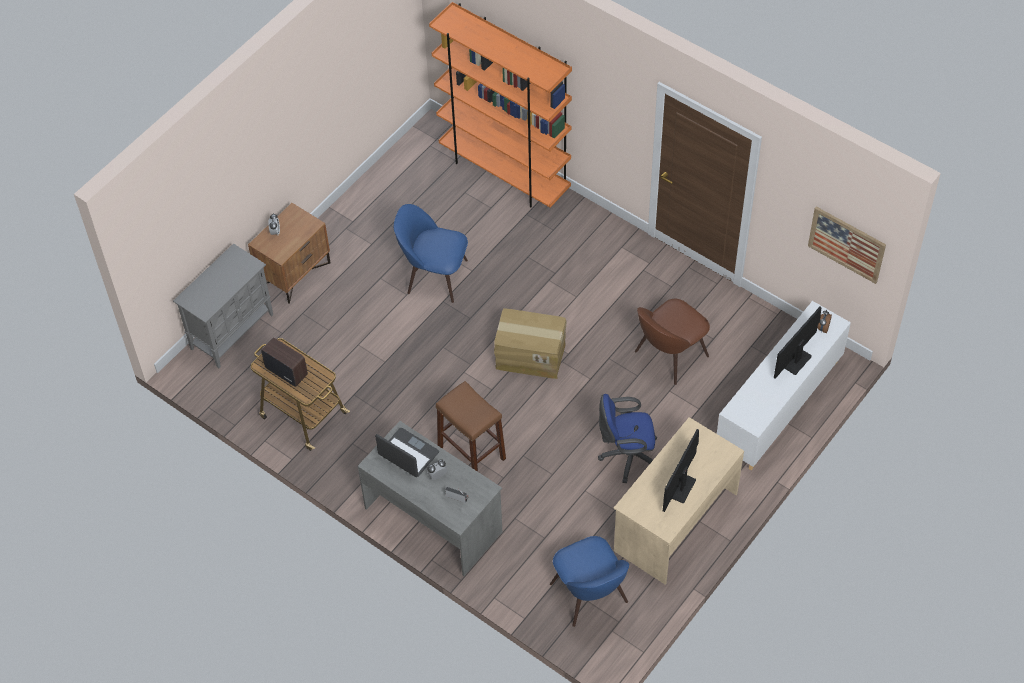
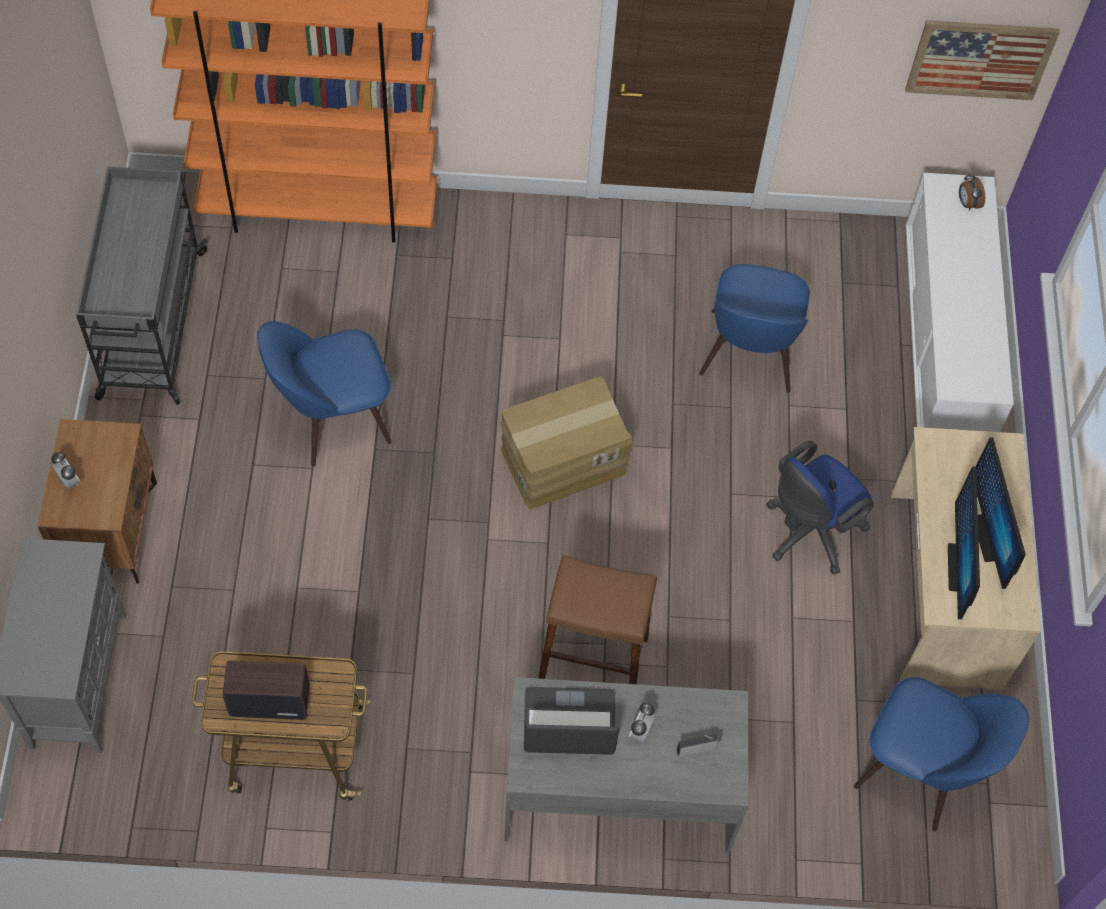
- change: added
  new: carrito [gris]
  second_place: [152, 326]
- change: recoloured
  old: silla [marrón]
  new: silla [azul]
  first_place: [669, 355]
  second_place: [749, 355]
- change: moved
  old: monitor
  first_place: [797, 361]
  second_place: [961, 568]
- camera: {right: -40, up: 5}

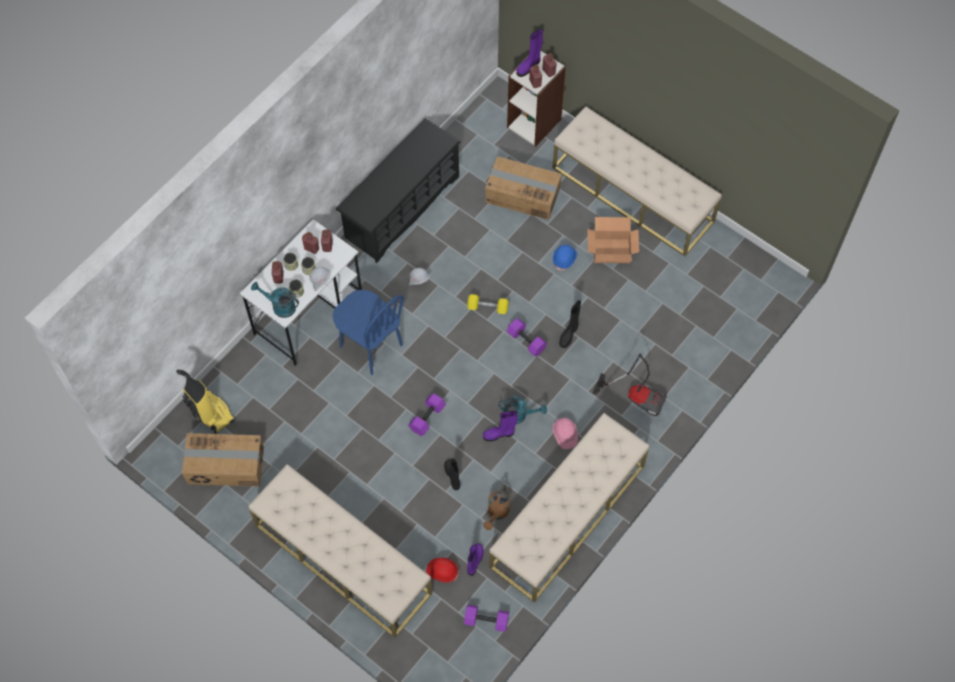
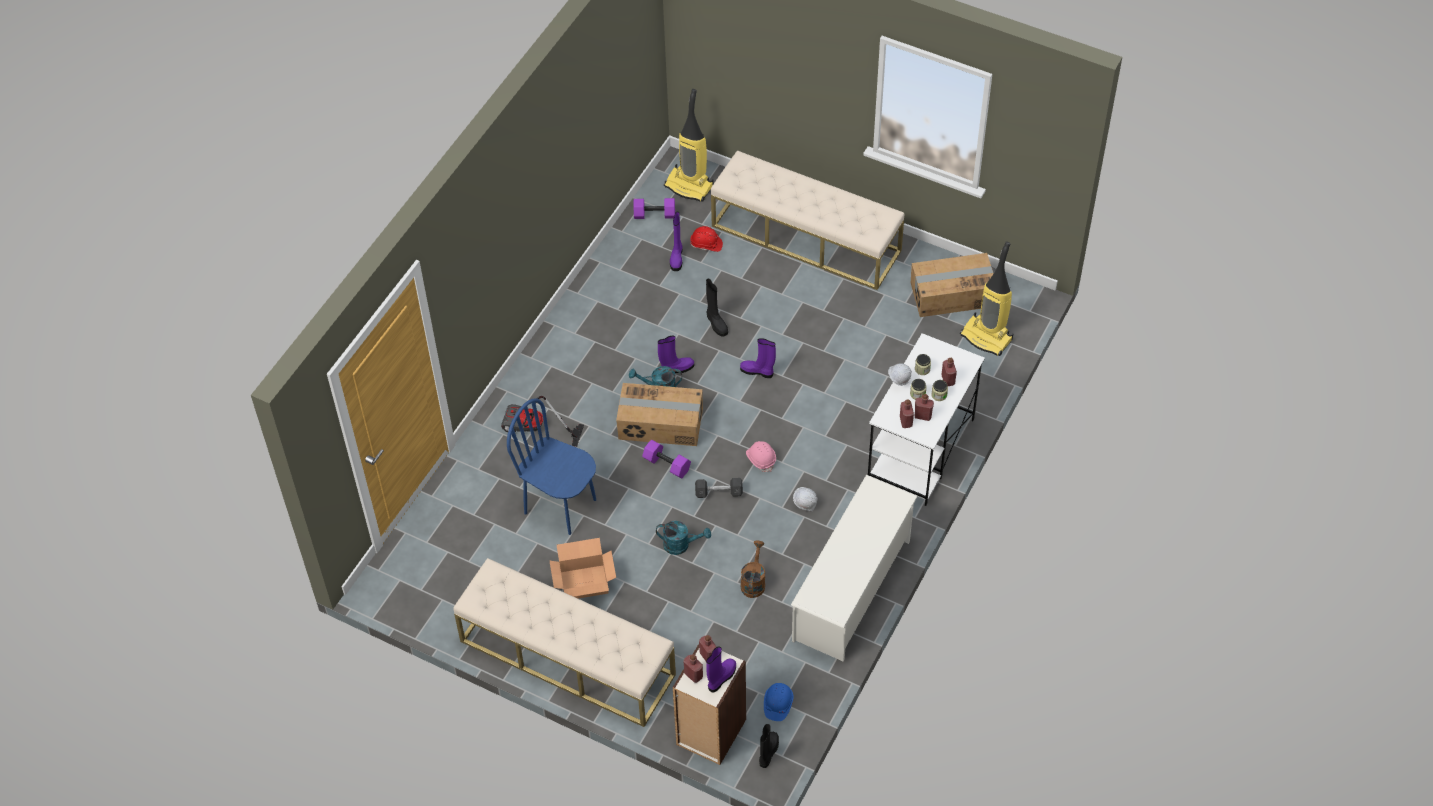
- change: moved
  old: silla [azul]
  first_place: [370, 346]
  second_place: [560, 506]
- change: moved
  old: caja de cartón
  first_place: [522, 194]
  second_place: [660, 424]
- change: moved
  old: regadera [turquesa]
  first_place: [279, 306]
  second_place: [681, 545]
- change: added
  new: aspiradora
  second_place: [690, 186]
- change: recoloured
  old: mancuerna [amarillo]
  new: mancuerna [gris]
  first_place: [487, 307]
  second_place: [719, 492]
- change: replaced
  old: mancuerna [morado]
  new: bota [morado]
  first_place: [427, 417]
  second_place: [758, 371]
- change: moved
  old: regadera [marrón]
  first_place: [497, 513]
  second_place: [753, 582]
- change: moved
  old: casco [rosa]
  first_place: [564, 435]
  second_place: [761, 459]
- change: moved
  old: bota [negro]
  first_place: [569, 334]
  second_place: [768, 752]
- change: moved
  old: casco [azul]
  first_place: [564, 259]
  second_place: [777, 704]
- change: recoloured
  old: zapatero [negro]
  new: zapatero [blanco]
  first_place: [401, 207]
  second_place: [852, 590]
- change: removed
  old: banco [beis]
  first_place: [567, 516]
- camera: {right: 170, up: -10}

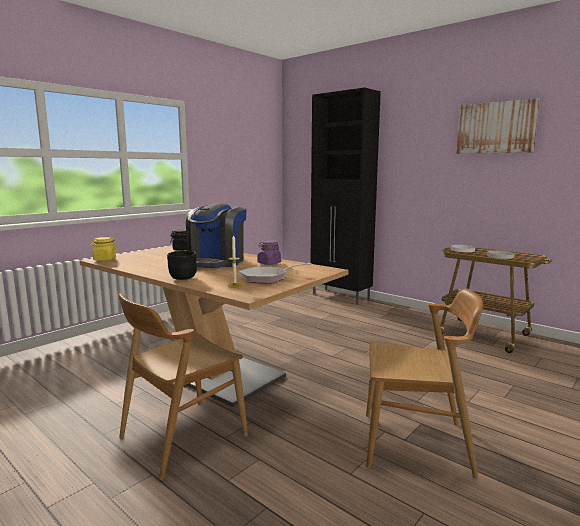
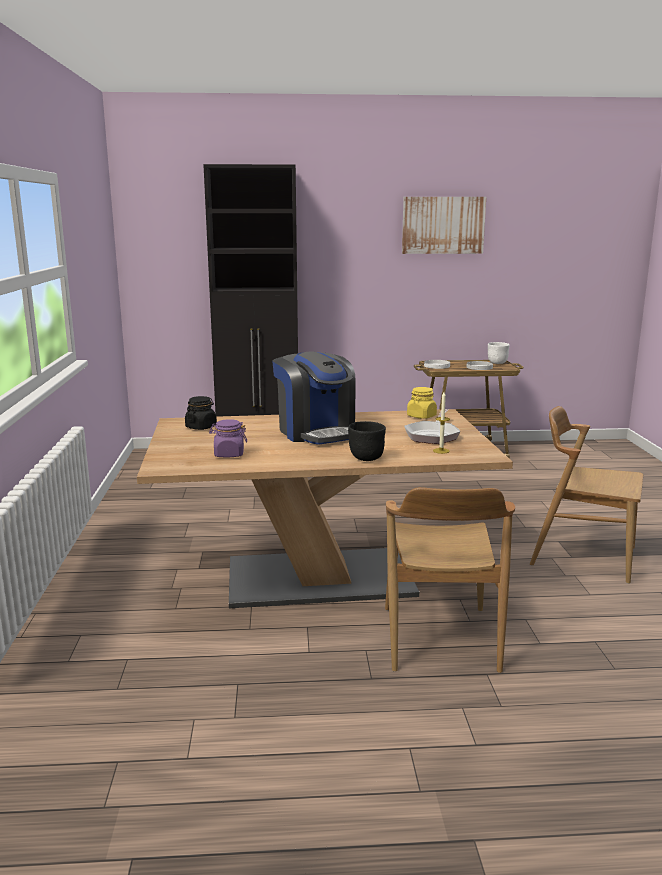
- change: moved
  old: tarro [morado]
  first_place: [269, 263]
  second_place: [229, 454]
- change: moved
  old: tarro [amarillo]
  first_place: [104, 259]
  second_place: [421, 416]
- change: added
  new: cuenco [blanco]
  second_place: [496, 363]
- change: turned
  old: silla [marrón]
  first_place: [416, 444]
  second_place: [582, 556]
  degrees: -120
- camera: {right: -45, up: 5}

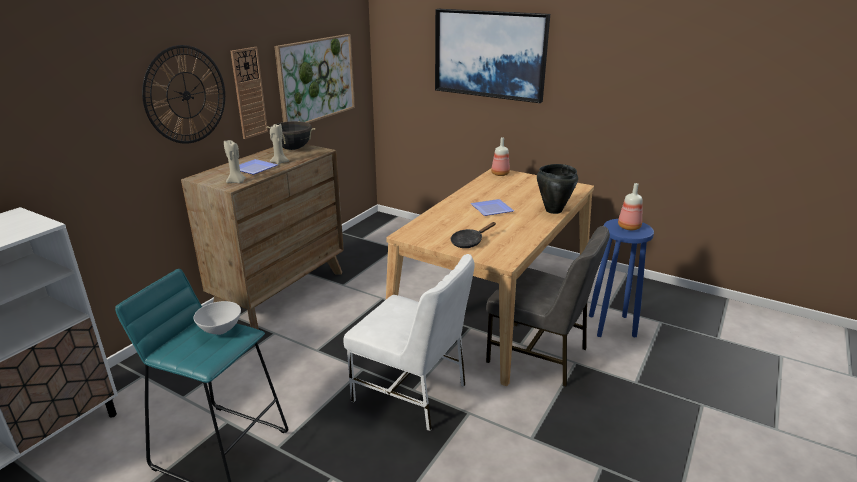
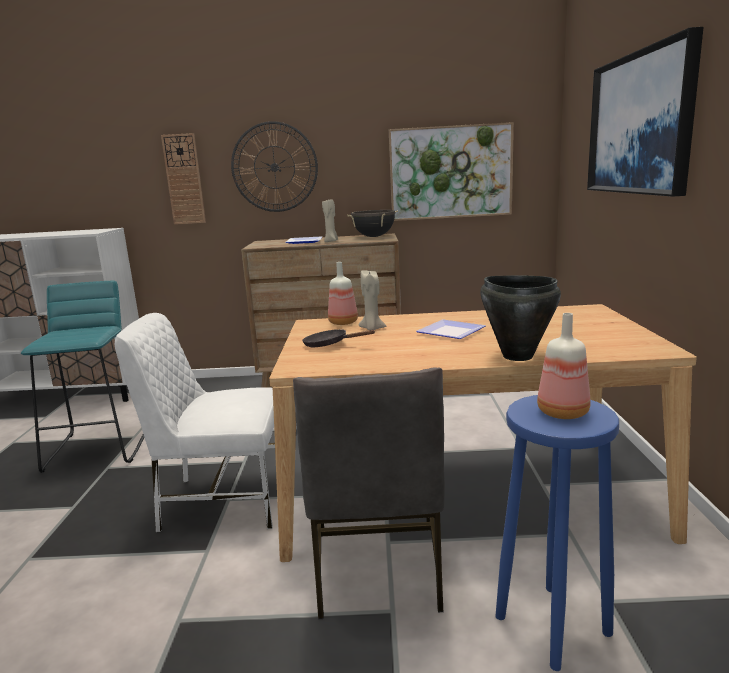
- change: turned
  old: silla [blanco]
  first_place: [411, 392]
  second_place: [222, 500]
  degrees: 90
- change: moved
  old: reloj de pared
  first_place: [249, 93]
  second_place: [184, 179]
- change: moved
  old: botella
  first_place: [499, 174]
  second_place: [343, 322]
- change: moved
  old: vela [beis]
  first_place: [237, 182]
  second_place: [372, 329]
- change: removed
  old: cuenco [blanco]
  first_place: [220, 330]
- camera: {right: 60, up: -10}

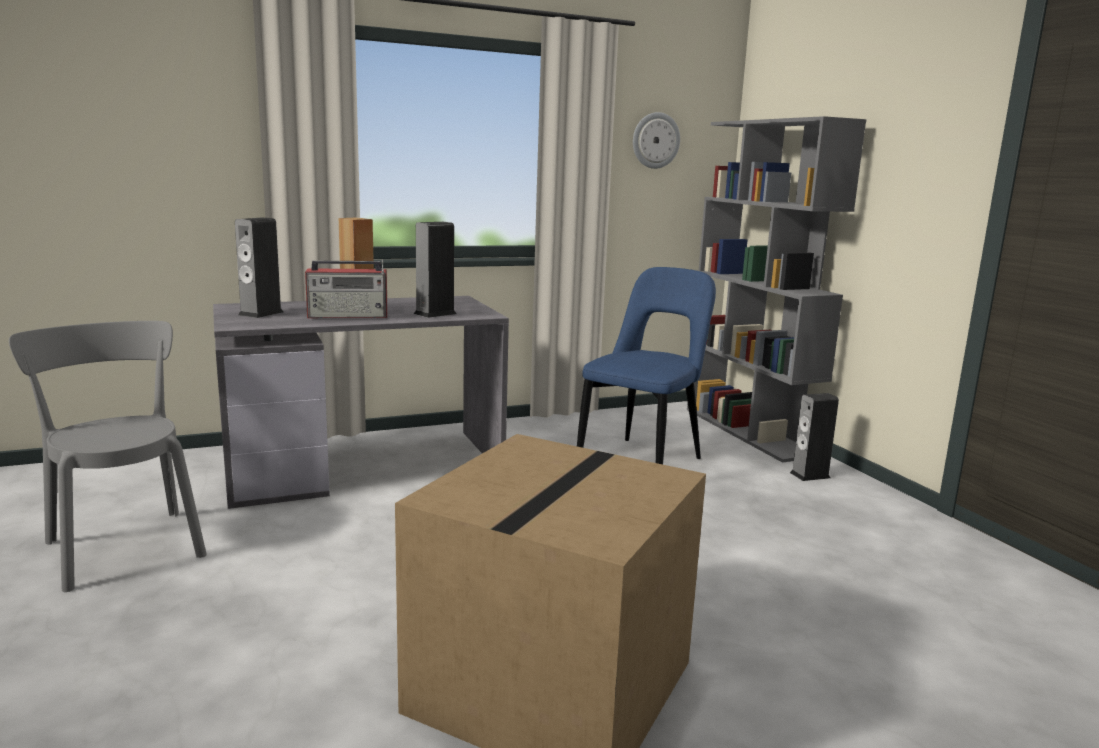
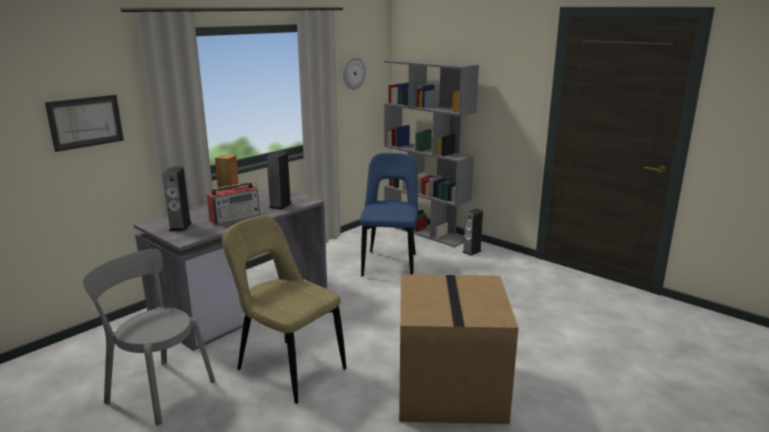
- change: added
  new: cuadro
  second_place: [85, 122]
- change: added
  new: silla [beis]
  second_place: [287, 368]
- camera: {right: -25, up: 5}

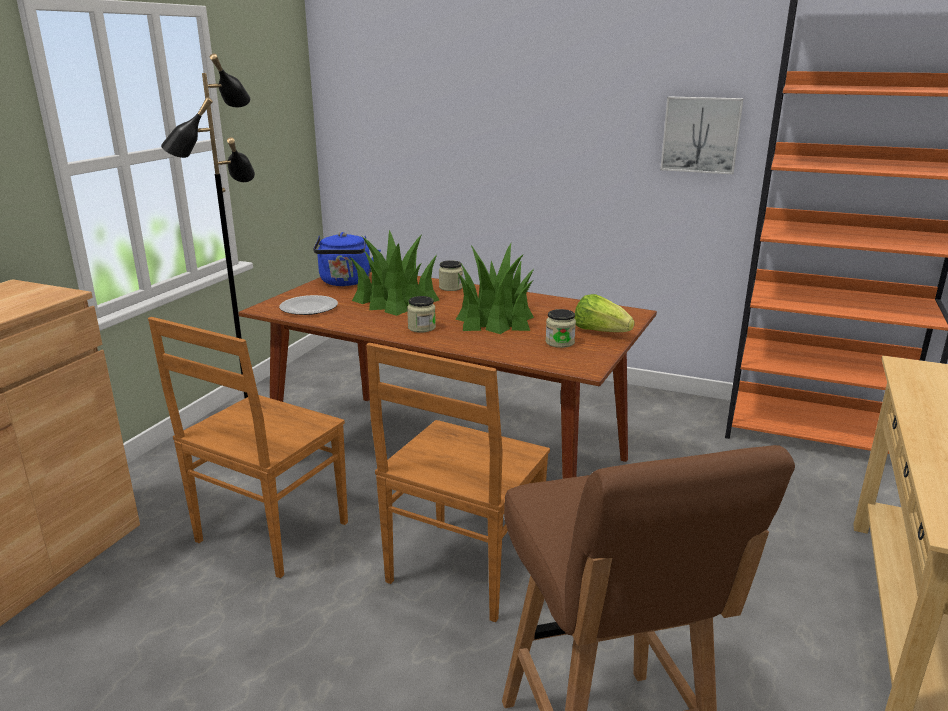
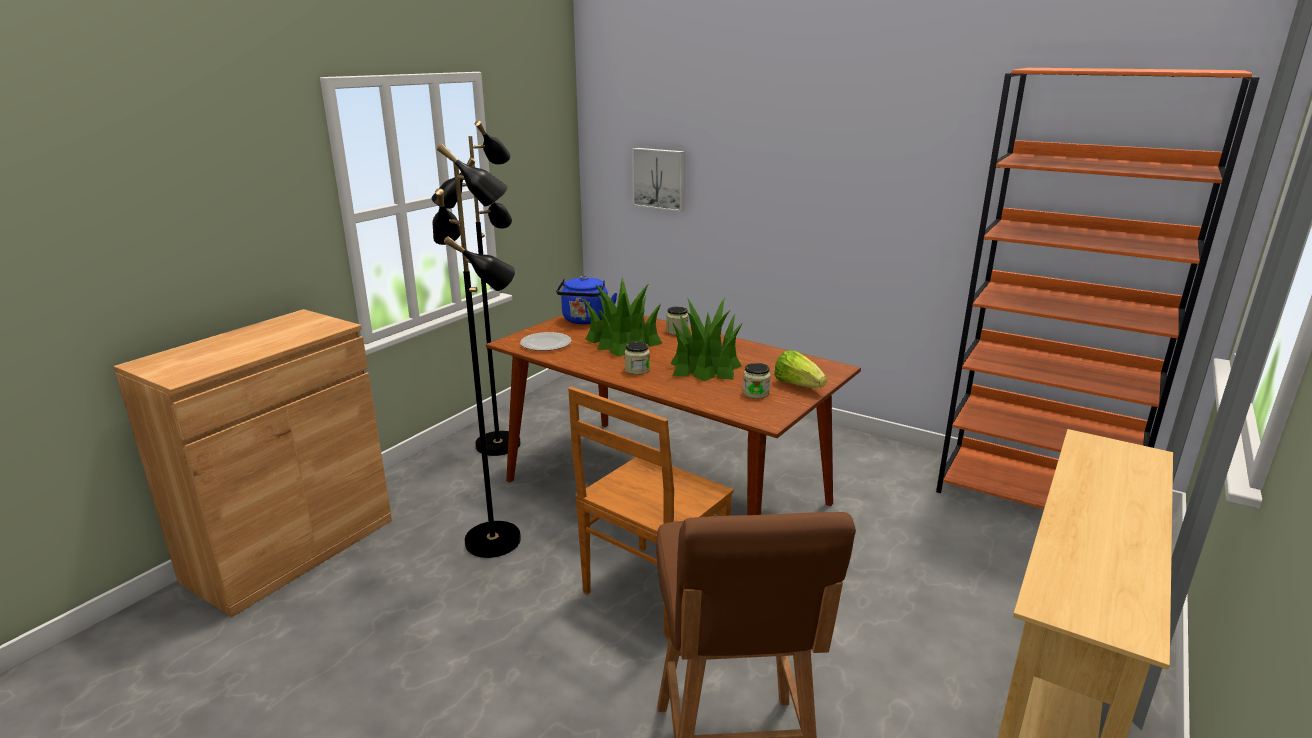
- change: replaced
  old: silla [marrón]
  new: lámpara de pie [negro]
  first_place: [269, 534]
  second_place: [495, 540]
- change: moved
  old: cuadro
  first_place: [701, 134]
  second_place: [660, 178]
- camera: {right: 10, up: 0}

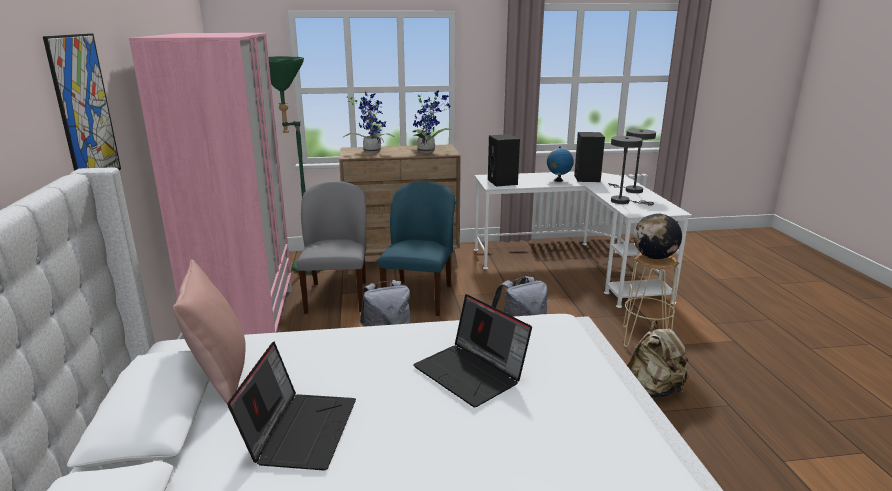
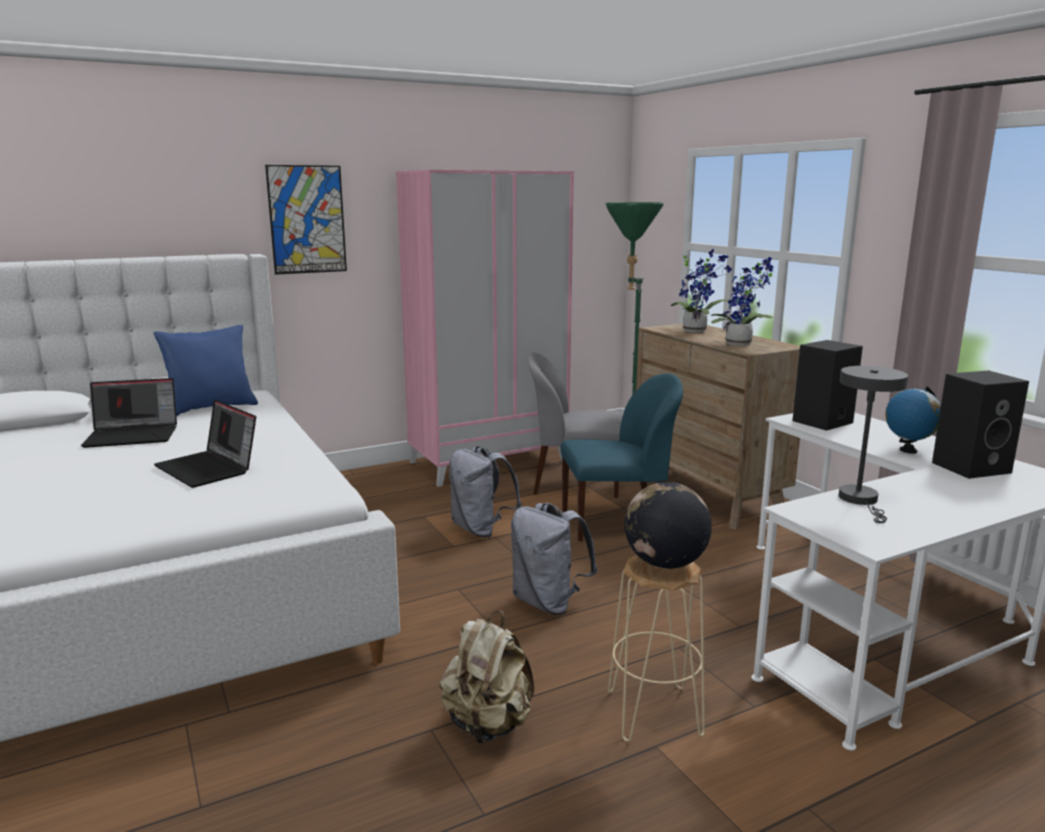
- change: recoloured
  old: cojín [rosa]
  new: cojín [azul]
  first_place: [220, 375]
  second_place: [211, 408]
- change: turned
  old: portátil
  first_place: [472, 373]
  second_place: [209, 469]
  degrees: -75
- change: turned
  old: silla [gris]
  first_place: [337, 296]
  second_place: [574, 484]
  degrees: -150
- change: removed
  old: lámpara de mesa [gris]
  first_place: [630, 190]
- camera: {right: 70, up: -5}

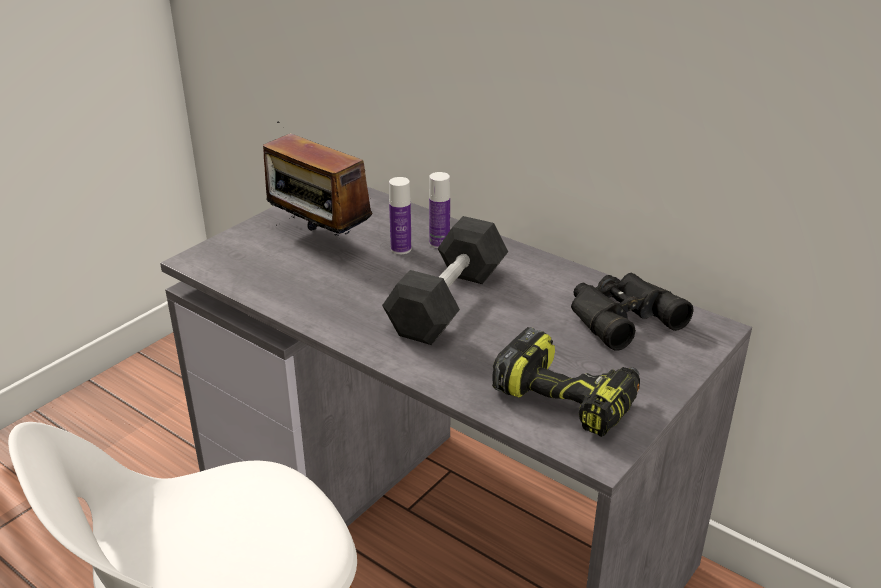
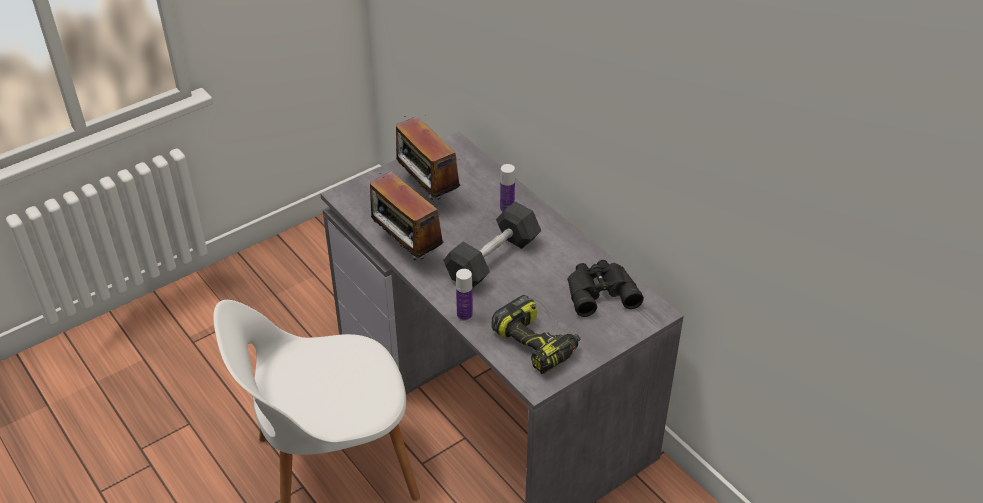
- change: added
  new: radio
  second_place: [406, 249]
- change: moved
  old: botella
  first_place: [401, 249]
  second_place: [464, 315]
- camera: {right: 15, up: 10}

